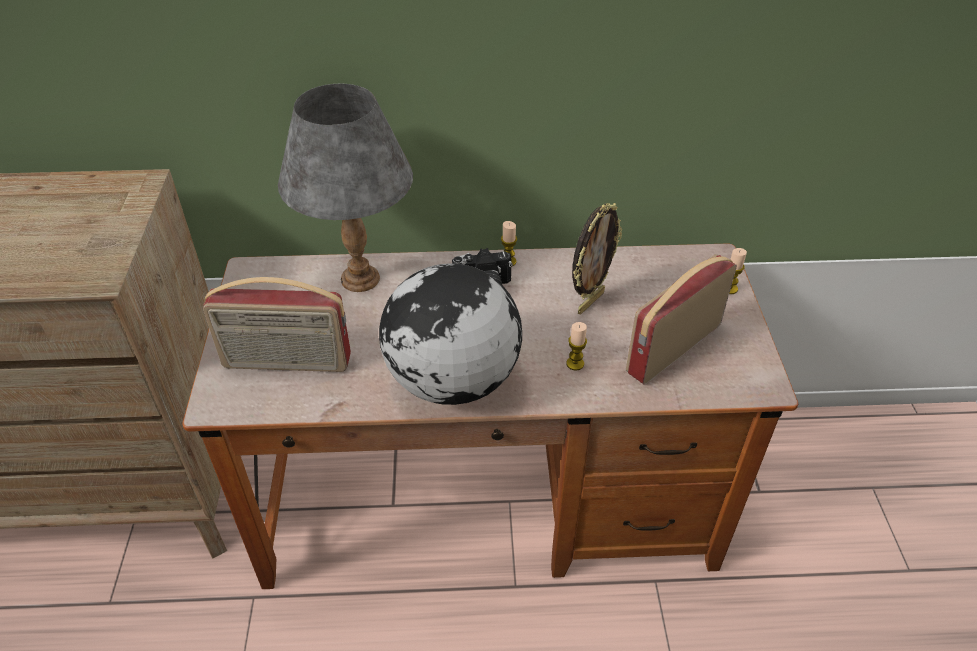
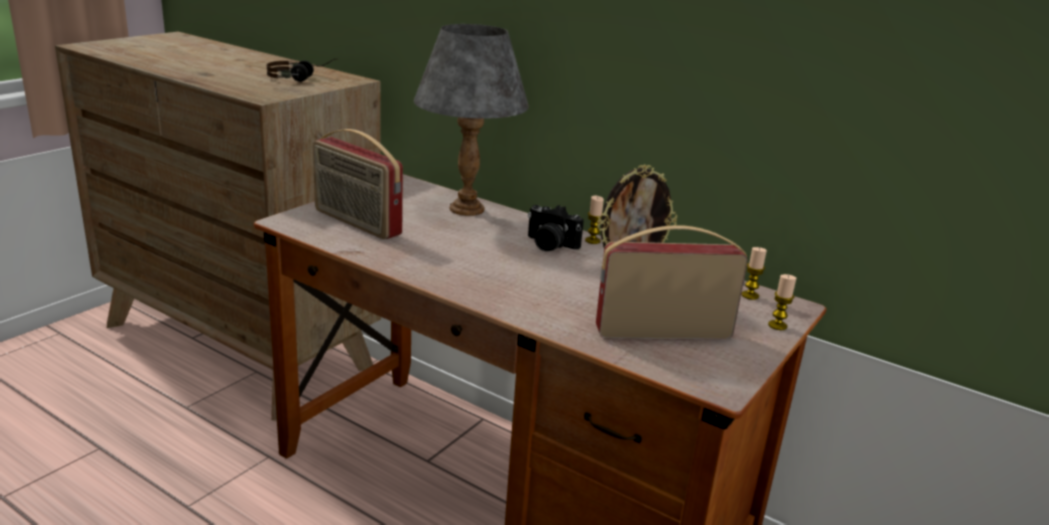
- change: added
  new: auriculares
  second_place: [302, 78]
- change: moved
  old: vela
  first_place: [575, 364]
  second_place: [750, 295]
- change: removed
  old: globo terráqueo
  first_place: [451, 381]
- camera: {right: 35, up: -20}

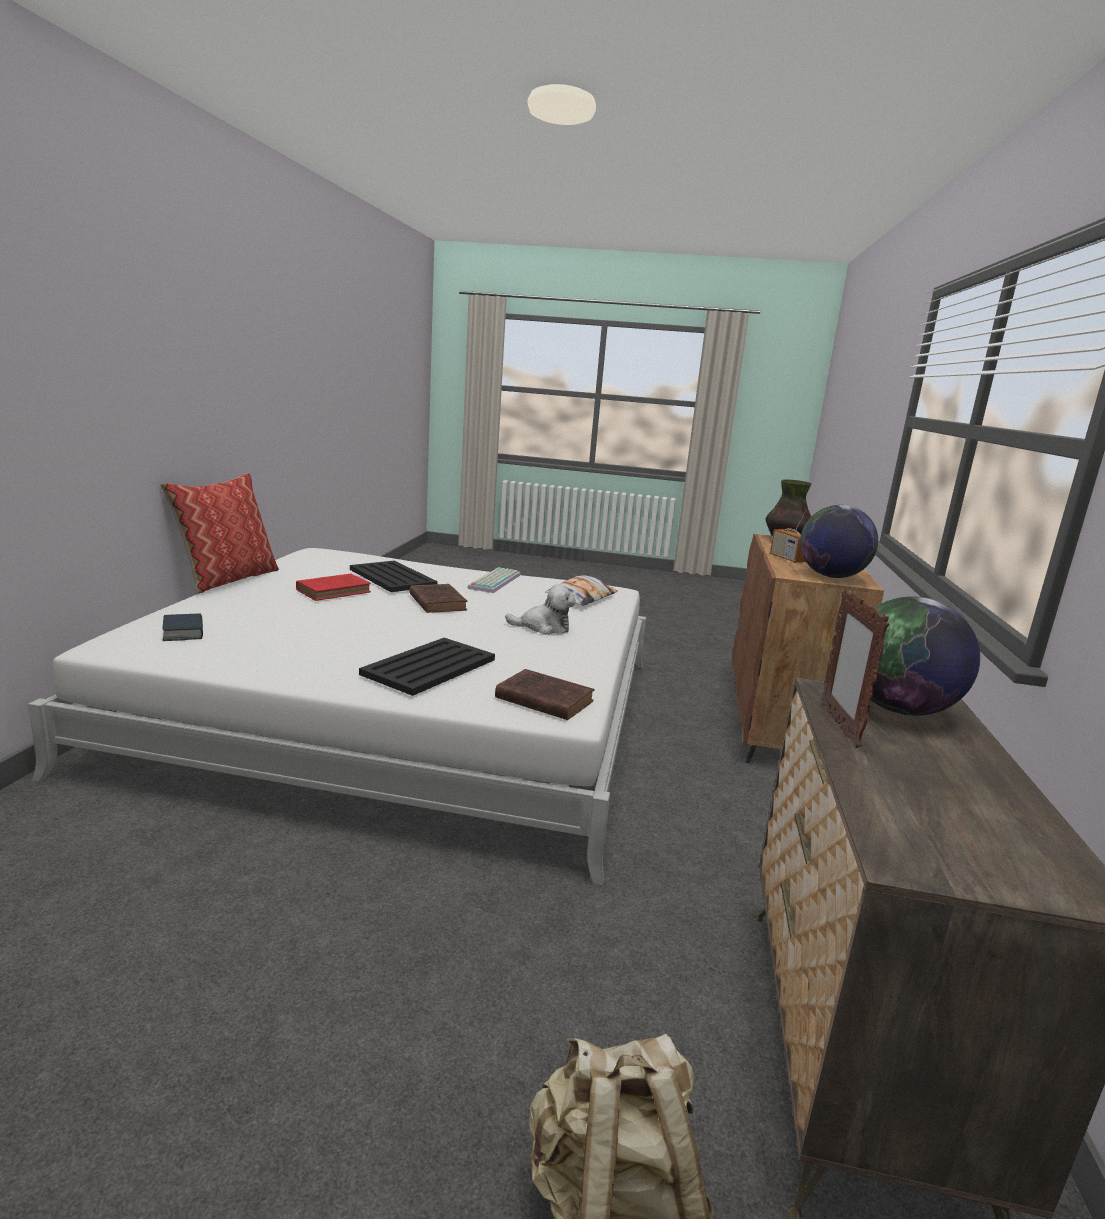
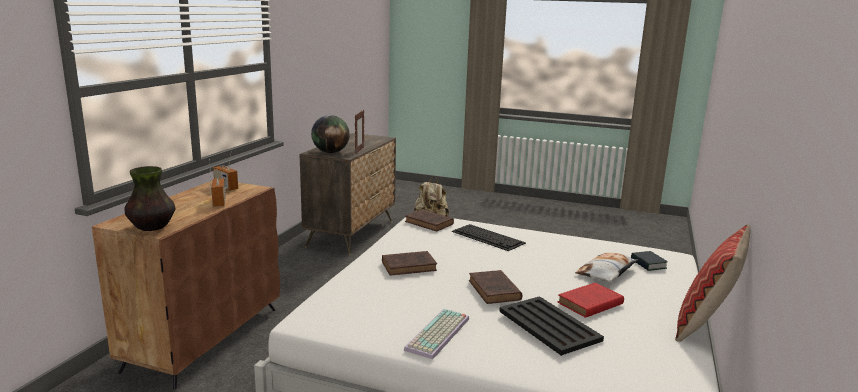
- change: replaced
  old: globo terráqueo
  new: radio
  first_place: [831, 576]
  second_place: [226, 187]
- change: replaced
  old: peluche
  new: libro [marrón]
  first_place: [543, 627]
  second_place: [410, 266]
- change: replaced
  old: bandeja [negro]
  new: teclado
  first_place: [428, 667]
  second_place: [488, 237]
- change: moved
  old: cojín
  first_place: [581, 598]
  second_place: [606, 272]
- camera: {right: -170, up: 0}

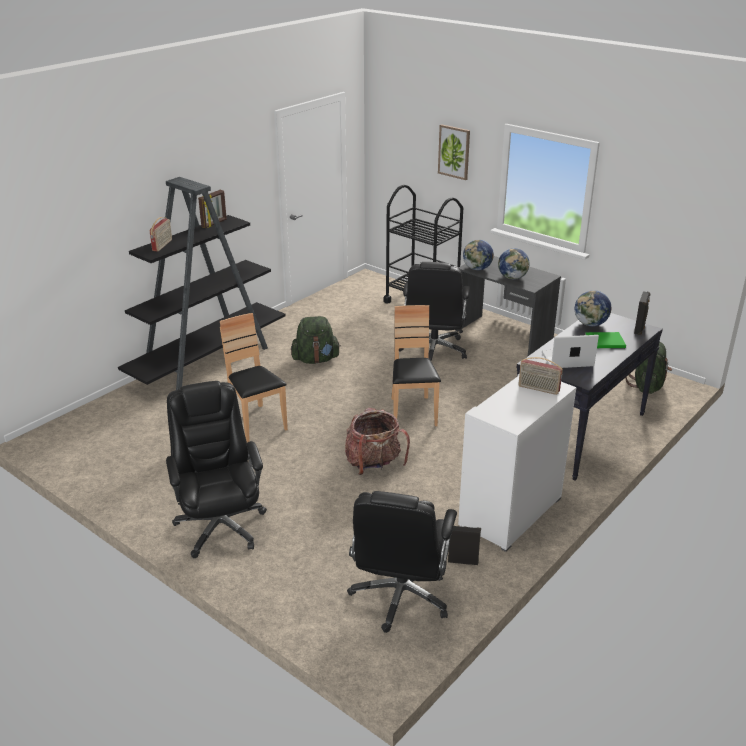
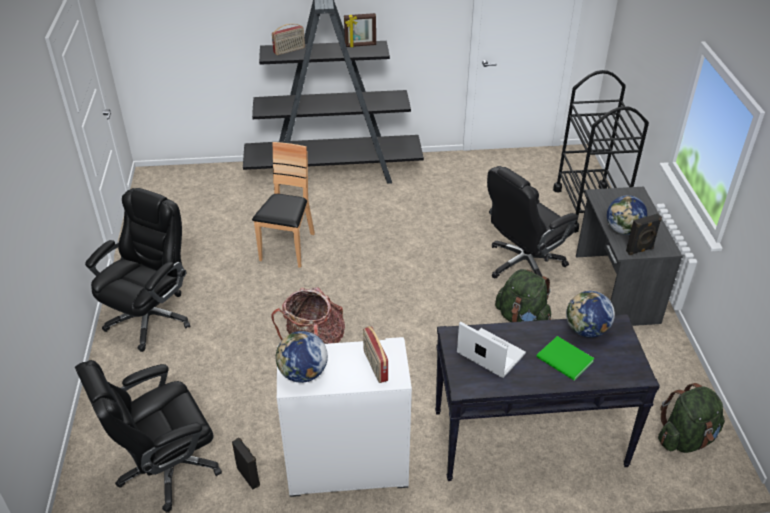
- change: moved
  old: globo terráqueo
  first_place: [477, 269]
  second_place: [303, 374]
- change: moved
  old: mochila [verde]
  first_place: [315, 360]
  second_place: [522, 319]
- change: moved
  old: altavoz [negro]
  first_place: [640, 329]
  second_place: [640, 250]
- change: removed
  old: silla [marrón]
  first_place: [412, 412]
- change: removed
  old: cuadro
  first_place: [454, 152]
- camera: {right: 45, up: 10}

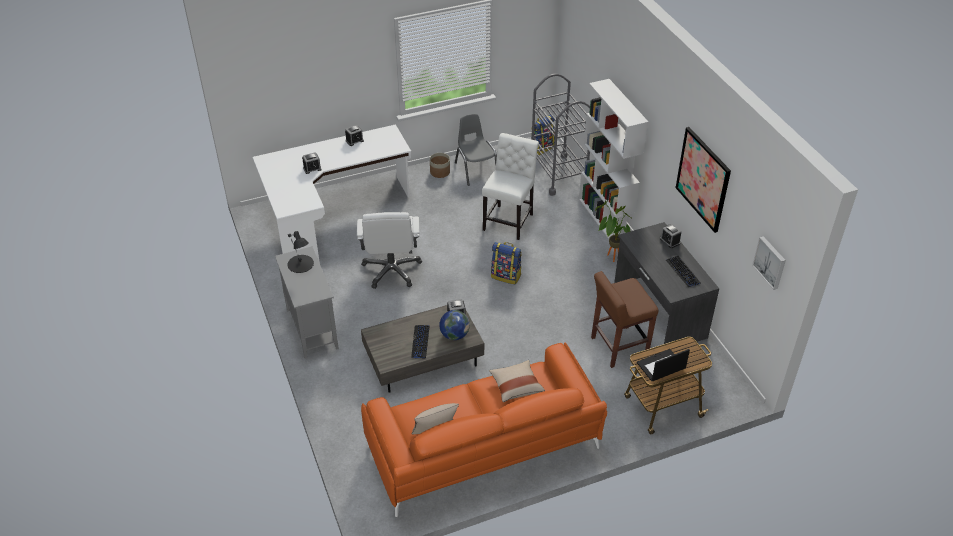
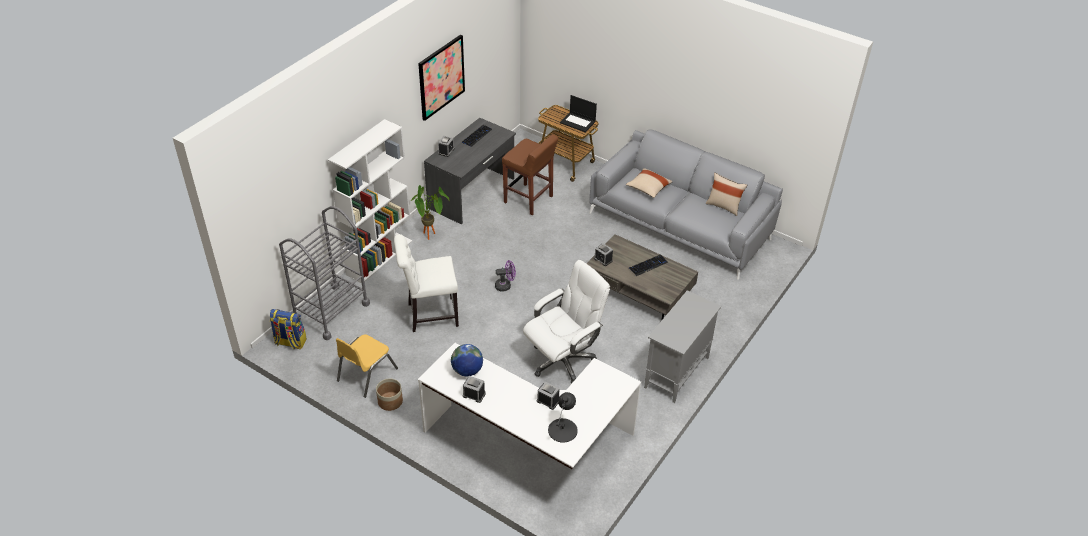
- change: recoloured
  old: silla [gris]
  new: silla [amarillo]
  first_place: [476, 170]
  second_place: [366, 374]
- change: moved
  old: globo terráqueo
  first_place: [454, 335]
  second_place: [467, 370]
- change: replaced
  old: mochila
  new: ventilador [morado]
  first_place: [506, 276]
  second_place: [505, 285]
- change: moved
  old: lámpara de mesa [negro]
  first_place: [300, 264]
  second_place: [563, 430]
- change: recoloured
  old: sofá [naranja]
  new: sofá [gris]
  first_place: [484, 448]
  second_place: [680, 225]
- change: removed
  old: cuadro
  first_place: [770, 262]
- camera: {right: -125, up: 0}

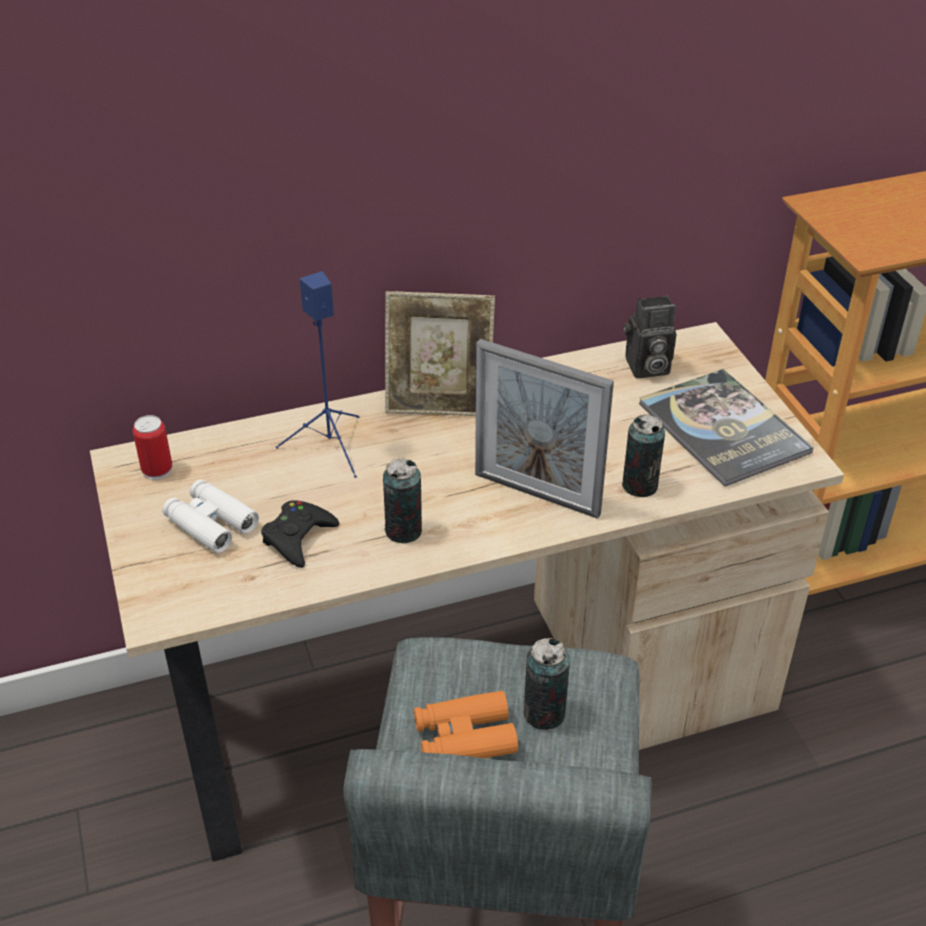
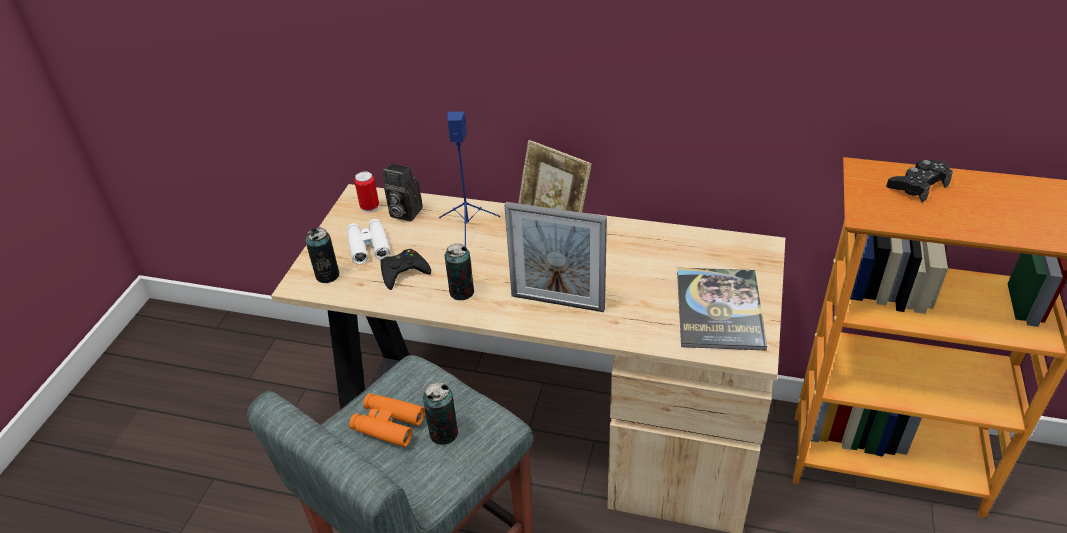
- change: moved
  old: lata
  first_place: [639, 485]
  second_place: [327, 275]
- change: moved
  old: cámara
  first_place: [646, 368]
  second_place: [403, 213]
- change: turned
  old: portarretratos
  first_place: [536, 494]
  second_place: [557, 302]
  degrees: -45
- change: added
  new: mando de consola [negro]
  second_place: [918, 185]
- camera: {right: 35, up: 0}

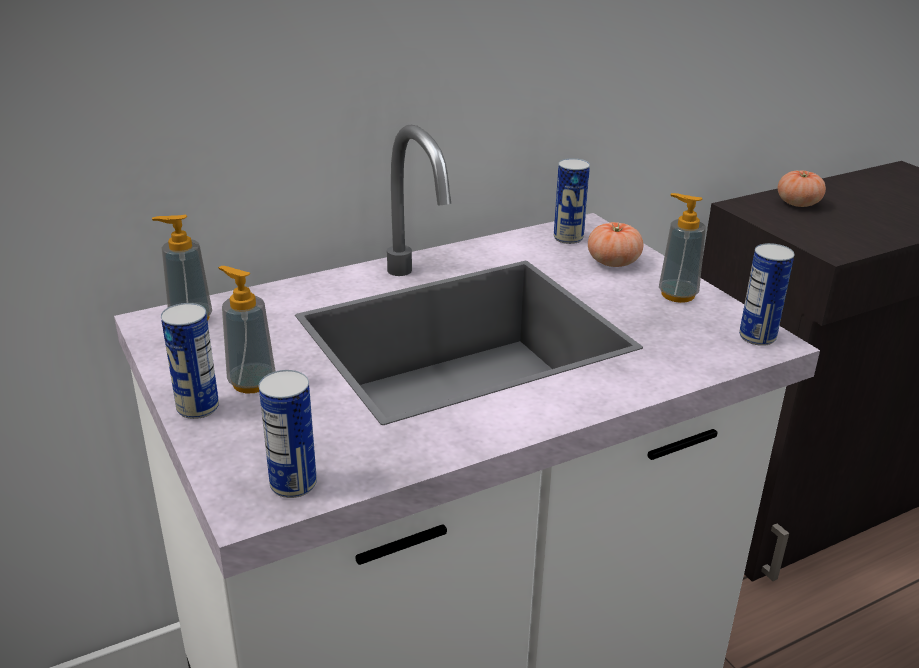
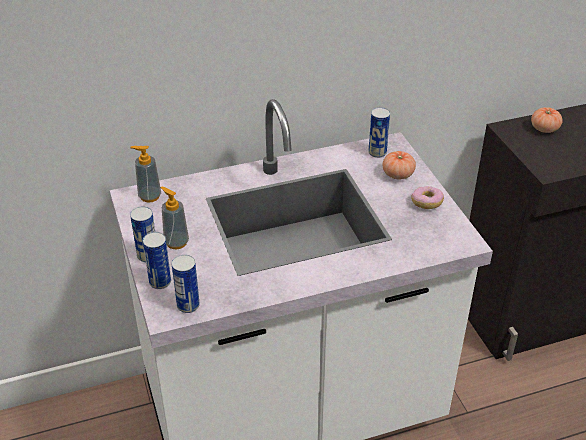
- change: moved
  old: lata
  first_place: [757, 337]
  second_place: [160, 282]
- change: replaced
  old: dispensador de jabón
  new: rosquilla
  first_place: [677, 295]
  second_place: [426, 203]
- camera: {right: 10, up: 10}

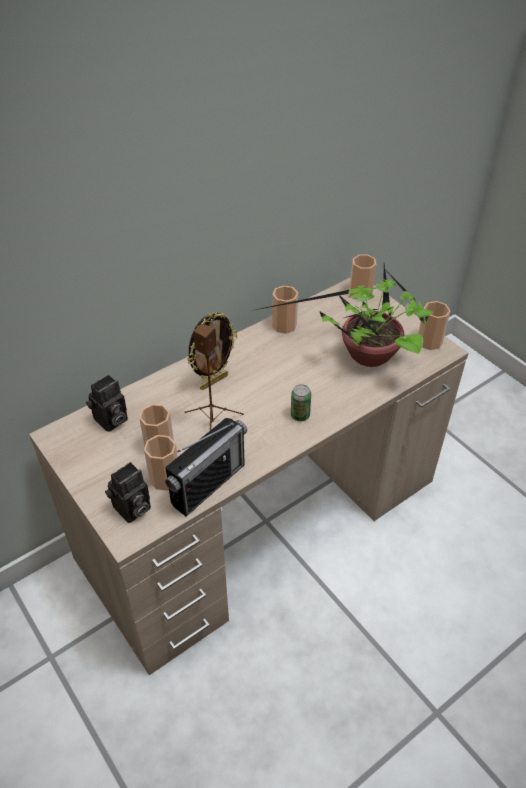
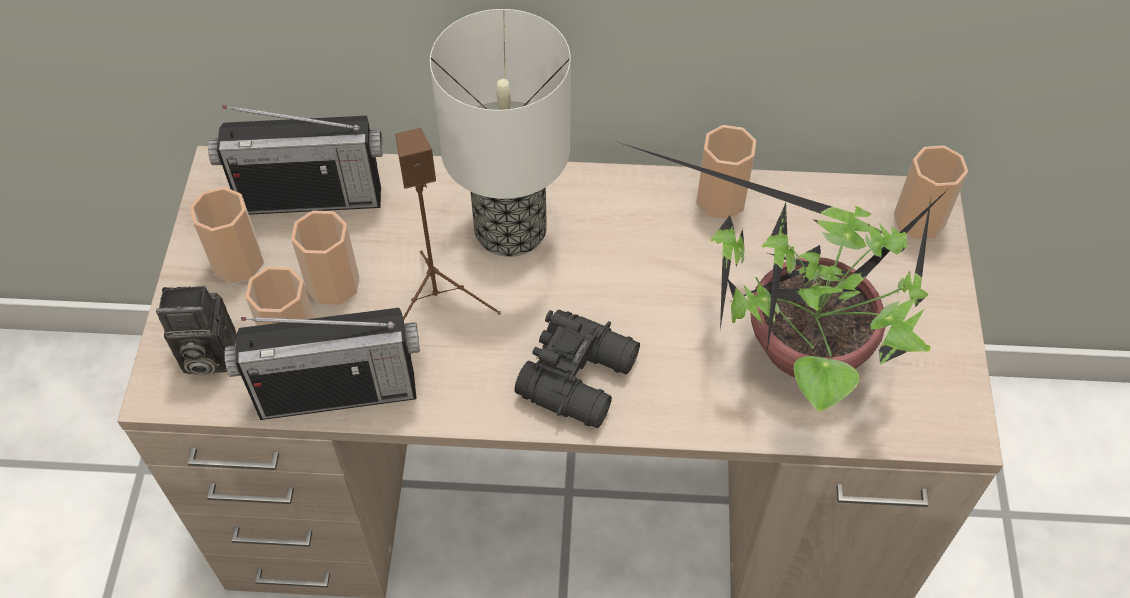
- change: moved
  old: taza
  first_place: [429, 341]
  second_place: [237, 262]
- change: replaced
  old: cámara
  new: radio
  first_place: [111, 421]
  second_place: [311, 197]
- change: replaced
  old: portarretratos
  new: lámpara de mesa
  first_place: [213, 381]
  second_place: [512, 228]
- change: replaced
  old: lata
  new: prismáticos [negro]
  first_place: [300, 415]
  second_place: [581, 376]
- camera: {right: 40, up: 10}

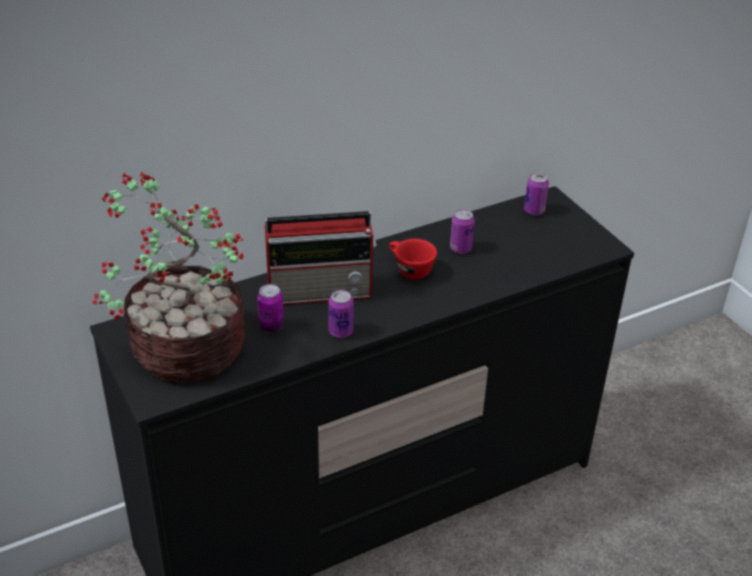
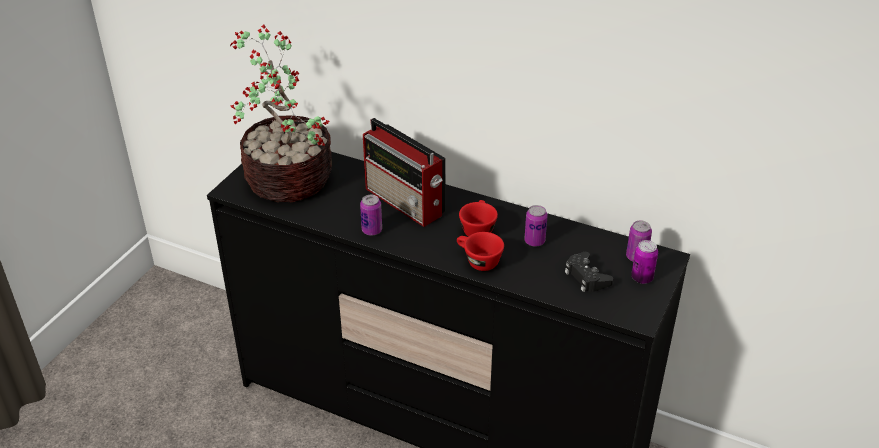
- change: added
  new: taza [rojo]
  second_place: [478, 261]
- change: added
  new: mando de consola [negro]
  second_place: [586, 277]
- change: moved
  old: lata
  first_place: [271, 327]
  second_place: [642, 278]
- camera: {right: 55, up: 0}

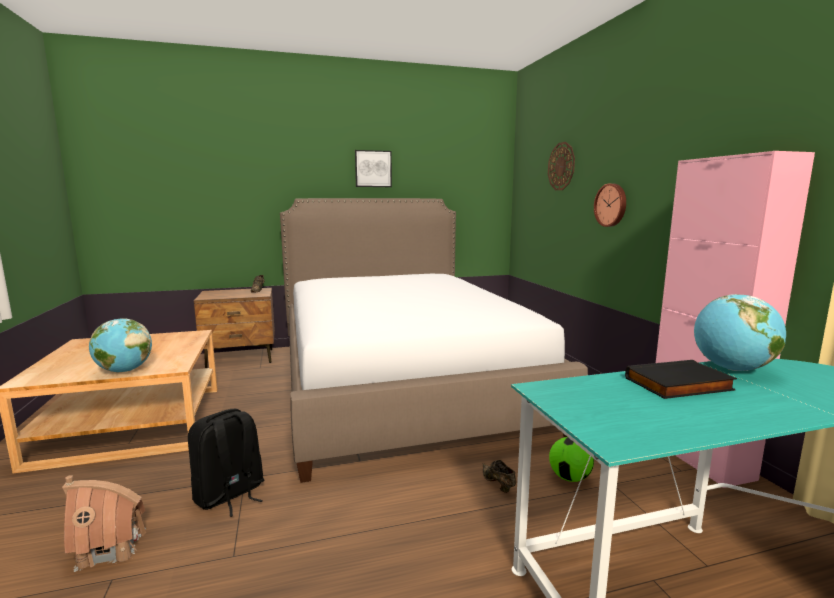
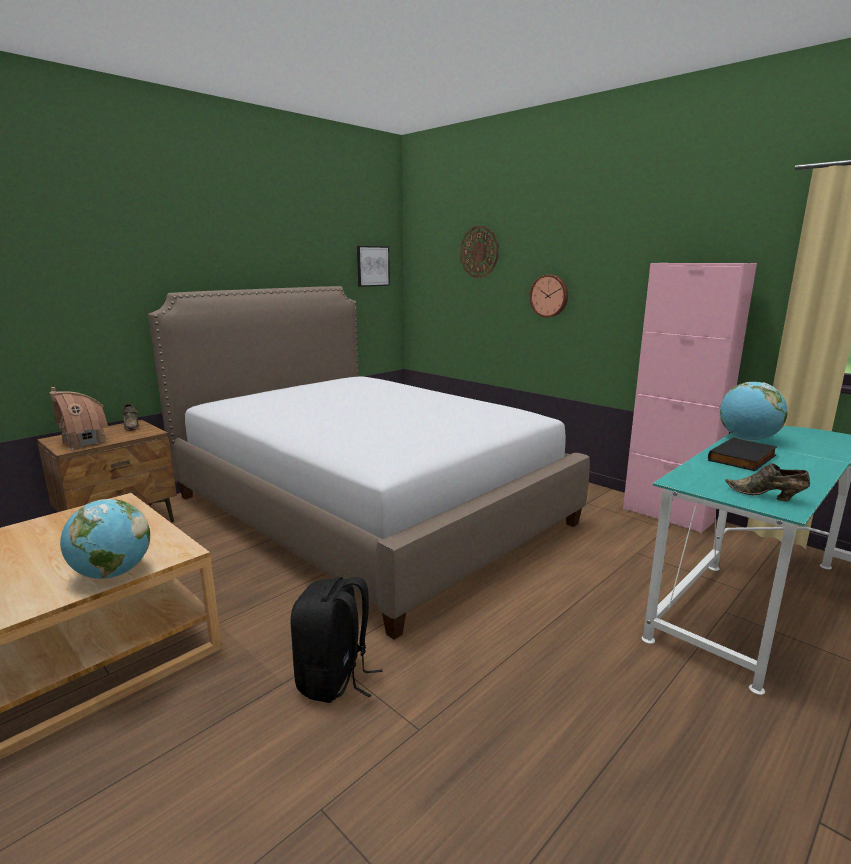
- change: moved
  old: casita
  first_place: [110, 548]
  second_place: [84, 442]
- change: moved
  old: cuadro
  first_place: [373, 169]
  second_place: [372, 266]
- change: moved
  old: zapato [marrón]
  first_place: [498, 484]
  second_place: [766, 496]
- change: removed
  old: balón de fútbol
  first_place: [569, 477]
- camera: {right: -30, up: 5}

